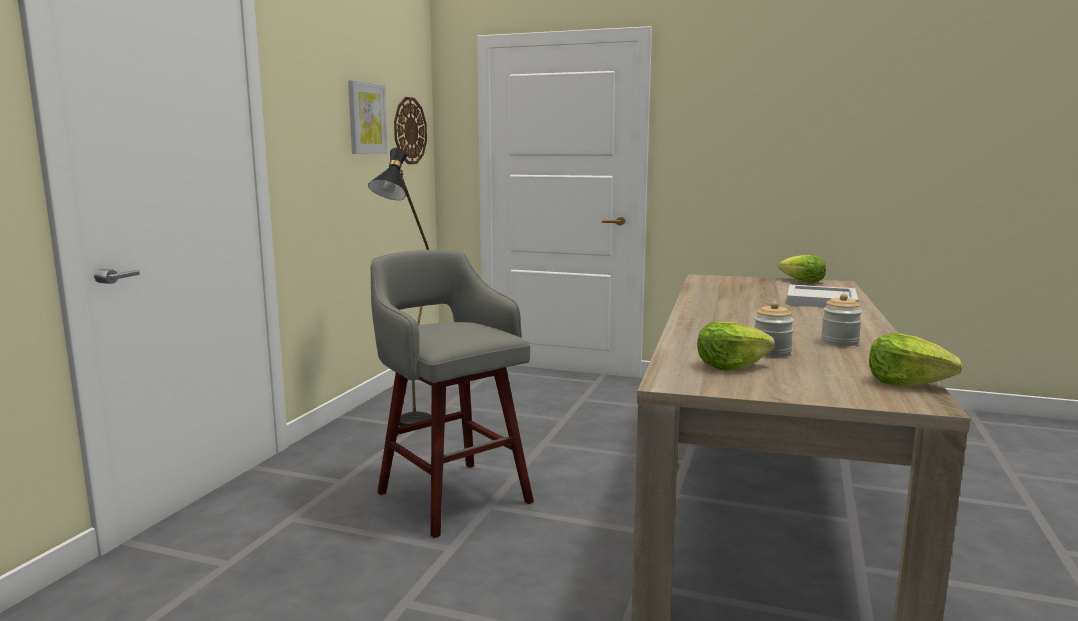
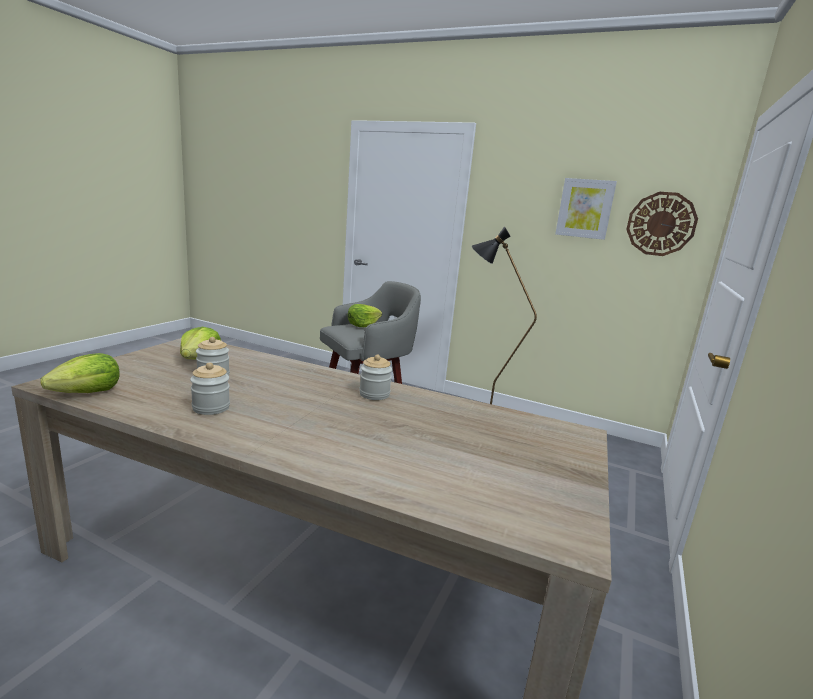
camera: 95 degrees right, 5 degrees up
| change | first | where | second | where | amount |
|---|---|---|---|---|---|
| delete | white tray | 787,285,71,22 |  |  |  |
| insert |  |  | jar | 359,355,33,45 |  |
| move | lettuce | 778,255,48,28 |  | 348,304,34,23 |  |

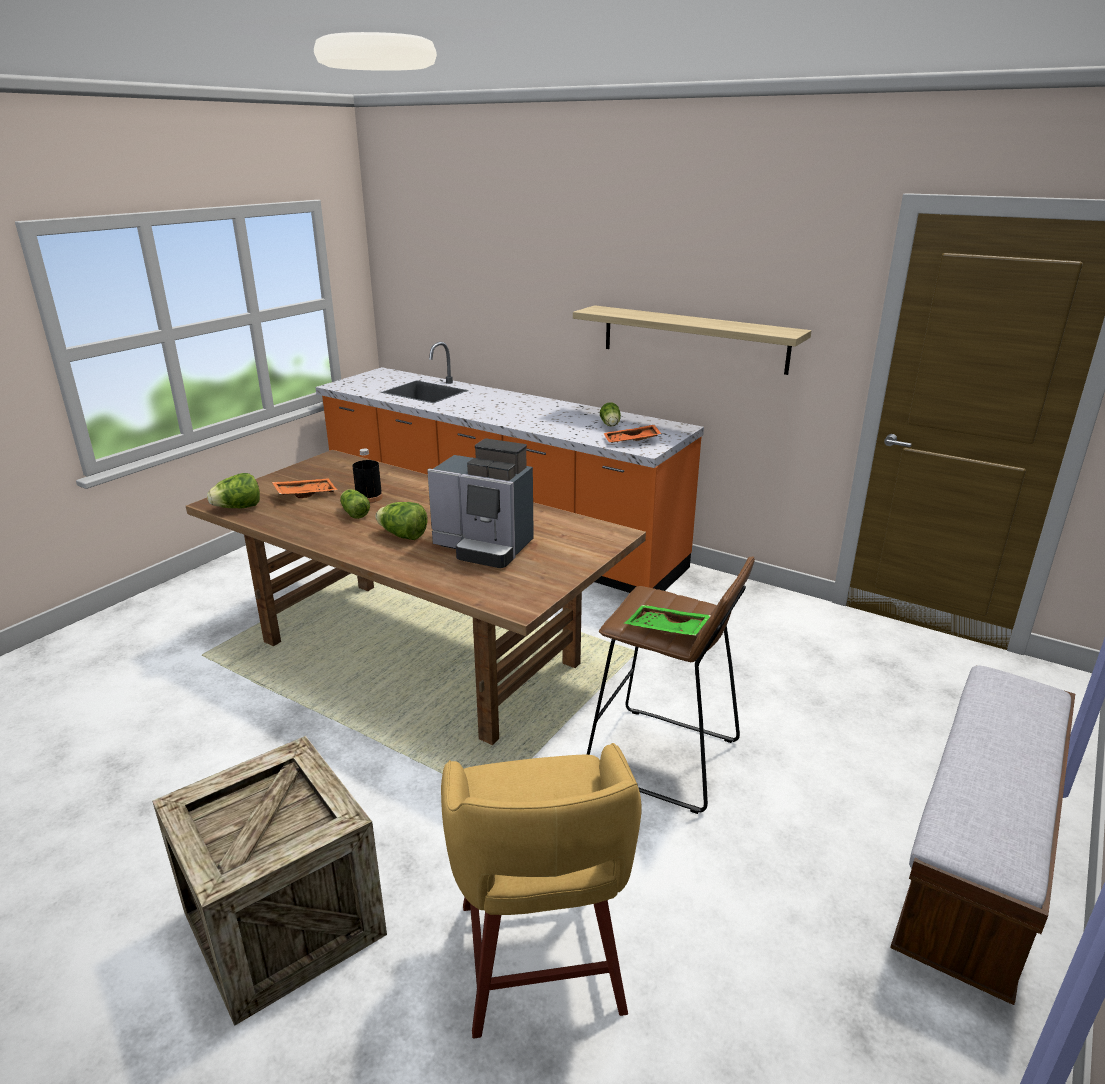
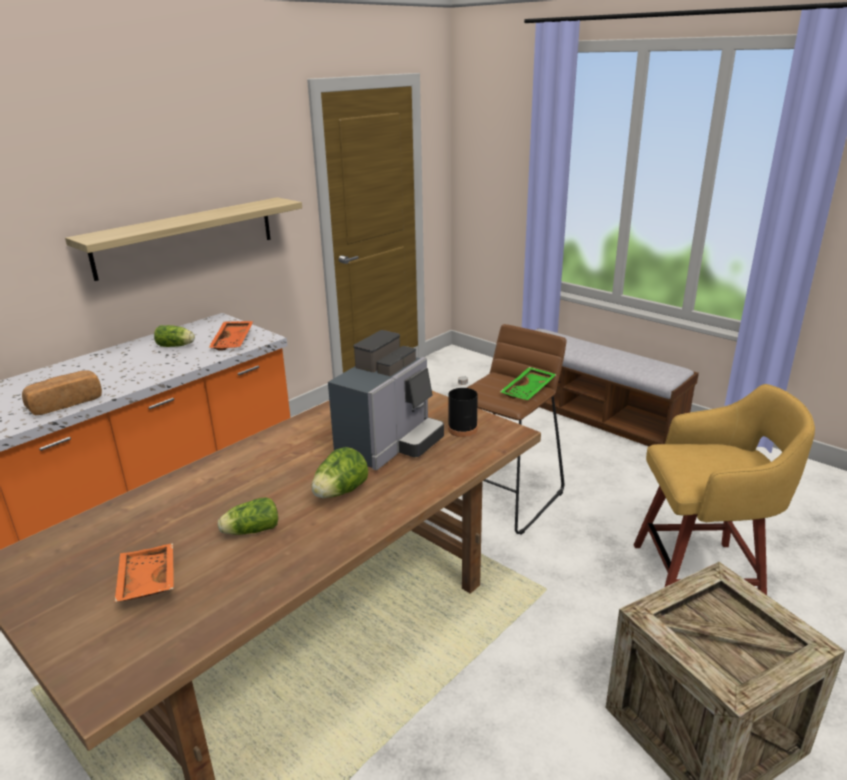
camera: 80 degrees left, 0 degrees up
| change | first | where | second | where | amount |
|---|---|---|---|---|---|
| delete | lettuce | 207,473,53,36 |  |  |  |
| insert |  |  | bread | 22,370,80,45 |  |
| move | black bottle | 352,449,31,54 |  | 448,376,30,61 |  |

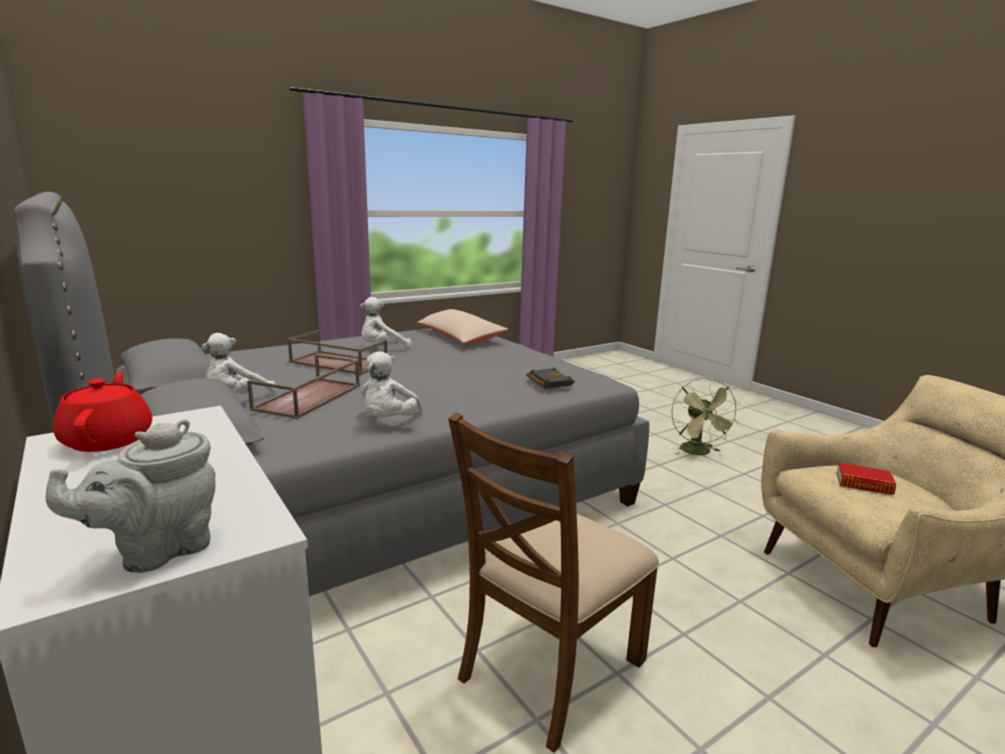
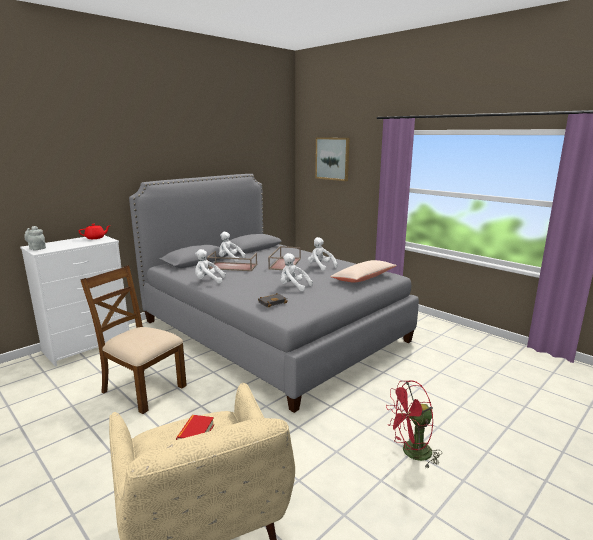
camera: 80 degrees right, 0 degrees up
| change | first | where | second | where | amount |
|---|---|---|---|---|---|
| insert |  |  | white plush toy | 281,253,32,39 |  |
| insert |  |  | picture | 315,137,34,44 |  |
| recolor | green fan | 671,378,69,77 | red fan | 386,380,56,88 |  |

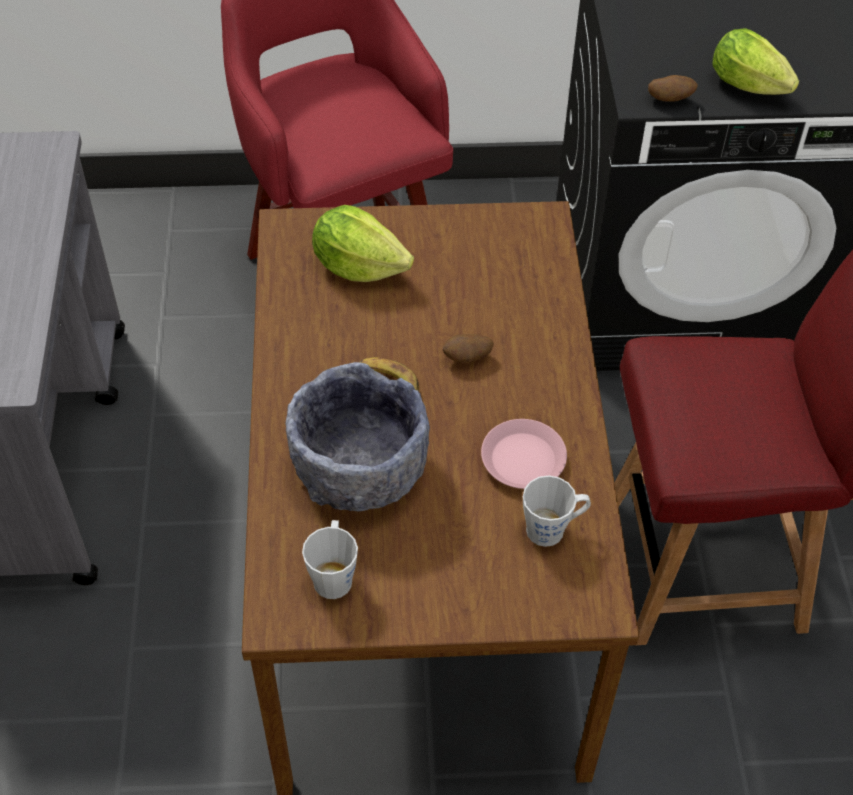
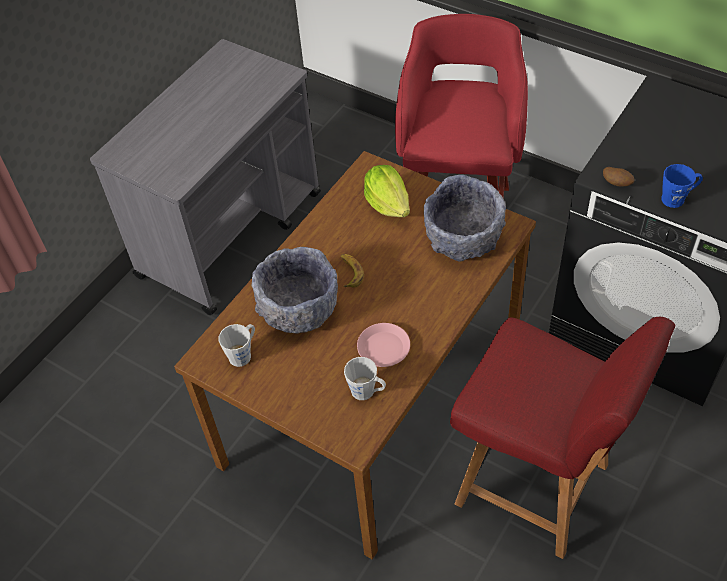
camera: 40 degrees right, 0 degrees up
| change | first | where | second | where | amount |
|---|---|---|---|---|---|
| delete | potato | 443,334,51,29 |  |  |  |
| insert |  |  | grey bowl | 424,175,82,87 |  |
| replace | lettuce | 713,28,86,67 | blue mug | 661,164,42,44 |  |

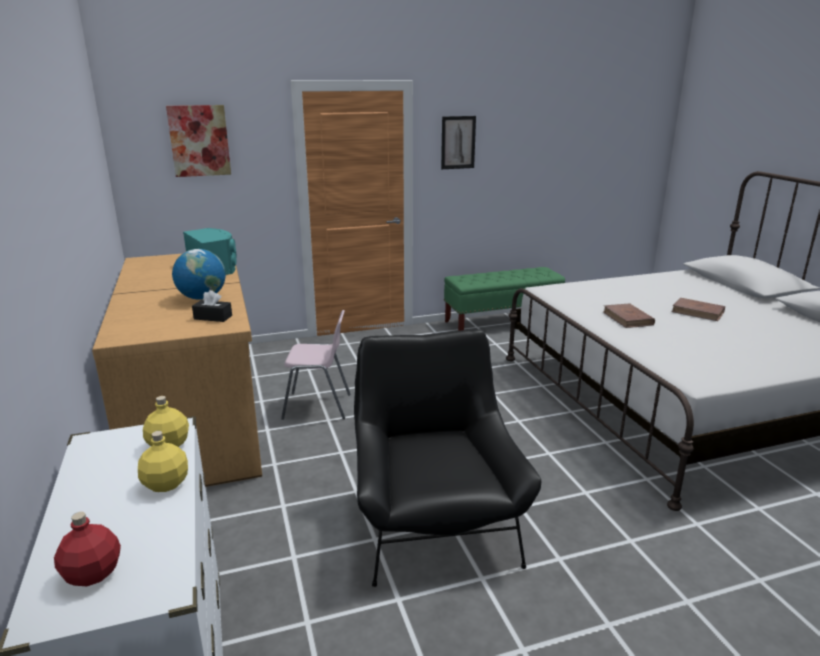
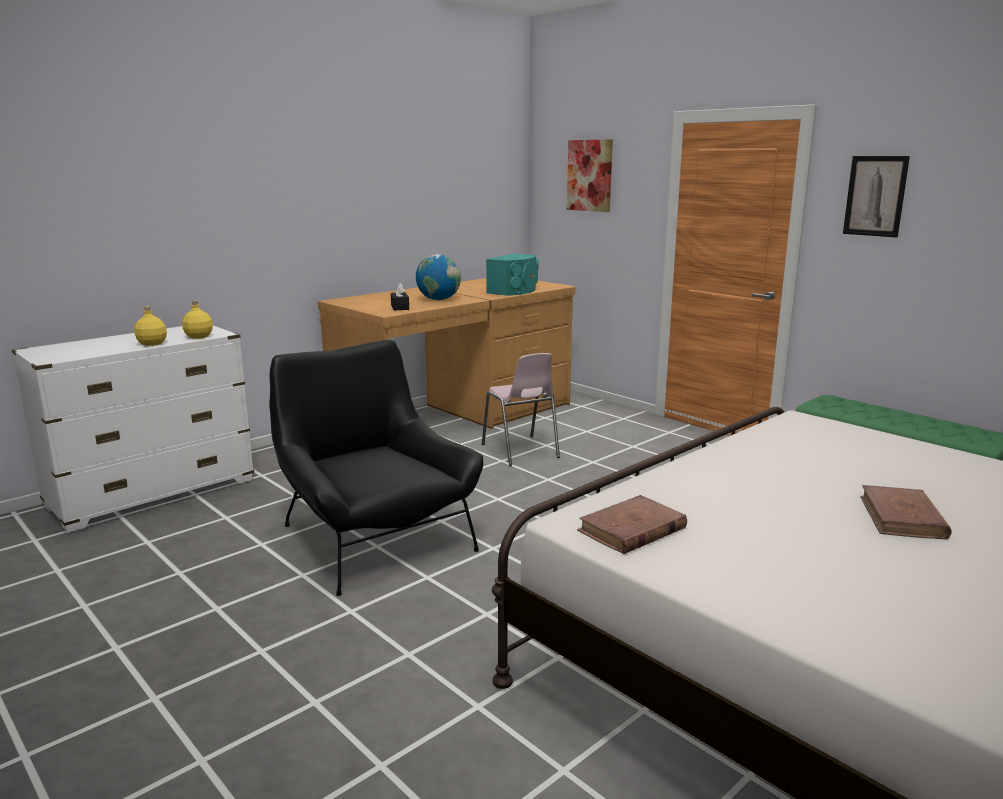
camera: 65 degrees right, 5 degrees down
| change | first | where | second | where | amount |
|---|---|---|---|---|---|
| delete | red bottle | 54,512,67,74 |  |  |  |
| move | brown book | 603,303,52,25 |  | 577,495,110,59 |  |
| rotate | black armchair | 354,329,187,258 |  | 269,339,214,257 | 90 degrees counterclockwise |

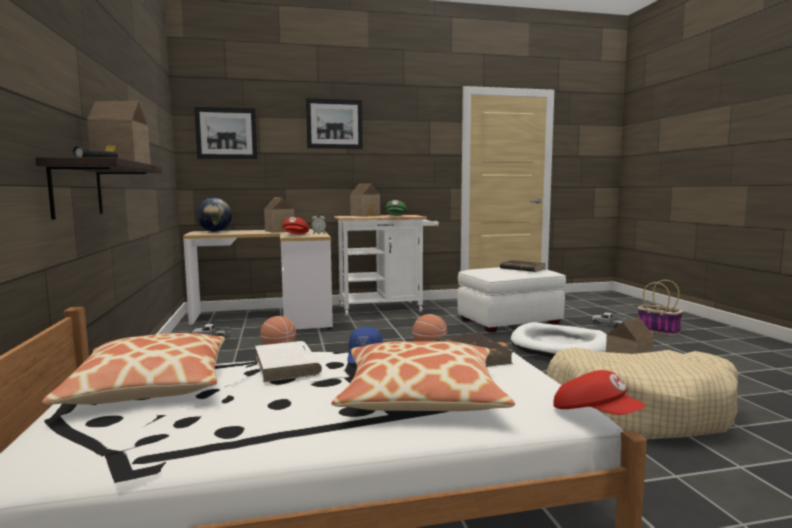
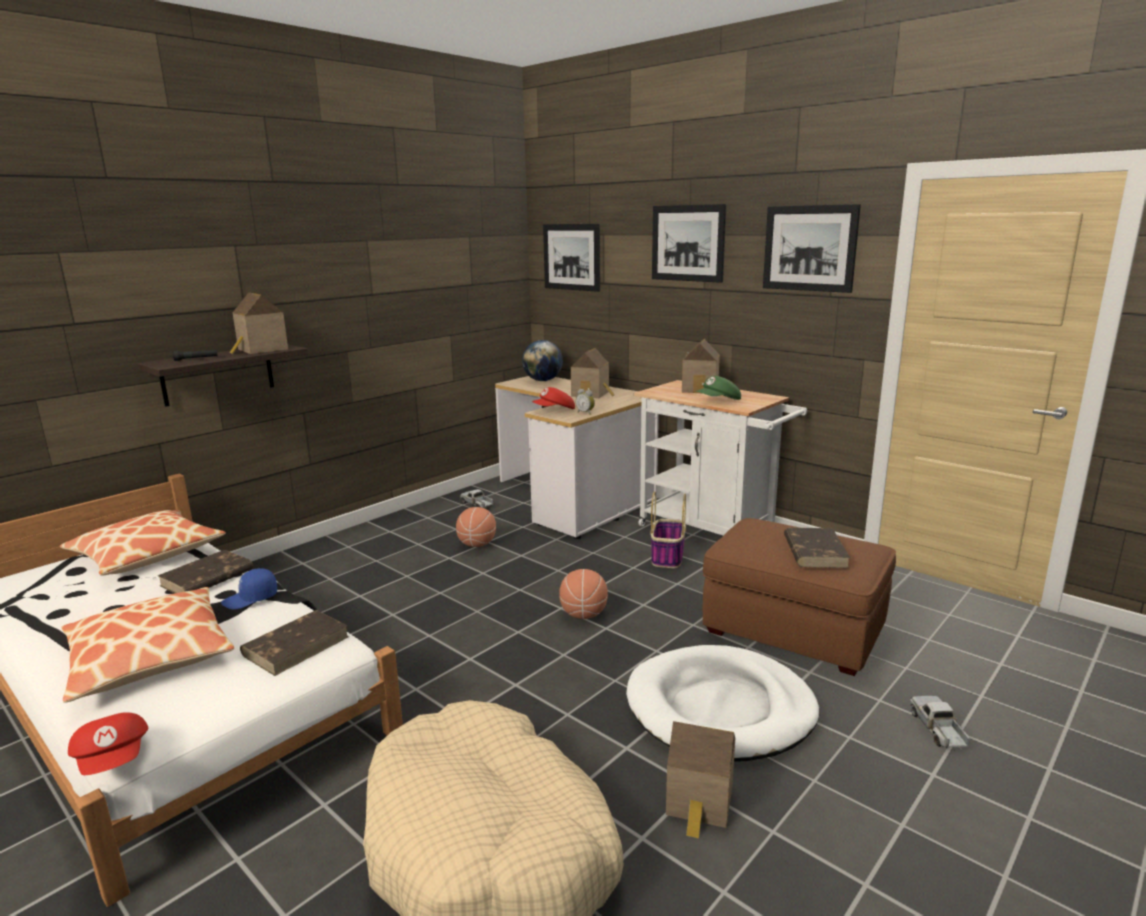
camera: 55 degrees right, 10 degrees up
| change | first | where | second | where | amount |
|---|---|---|---|---|---|
| insert |  |  | picture | 763,204,98,89 |  |
| move | basket | 638,280,45,55 |  | 650,491,36,77 |  |
| recolor | white book | 255,341,67,41 | brown book | 158,550,95,43 |  |
| recolor | white ottoman | 458,267,108,65 | brown ottoman | 703,518,193,158 |  |
| rotate | red cap | 553,370,93,45 |  | 68,712,80,63 | 45 degrees counterclockwise |

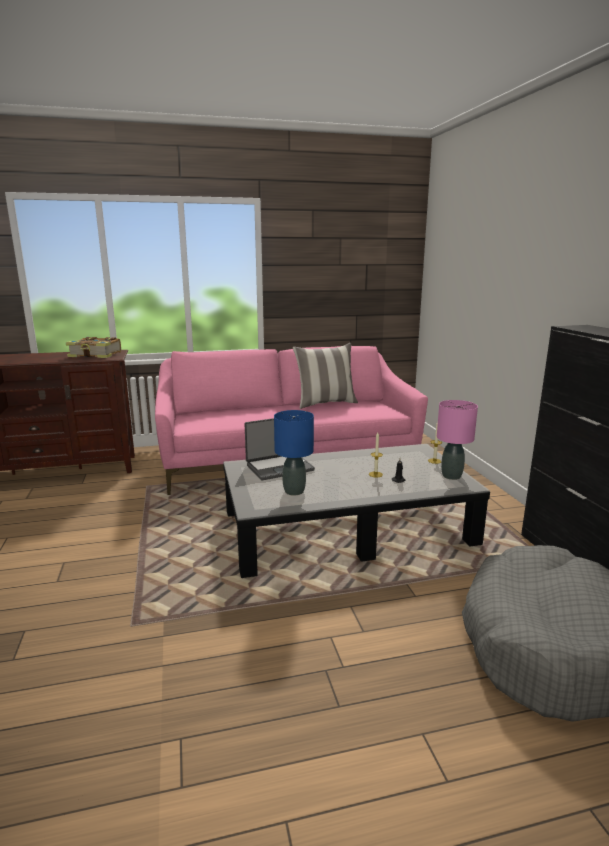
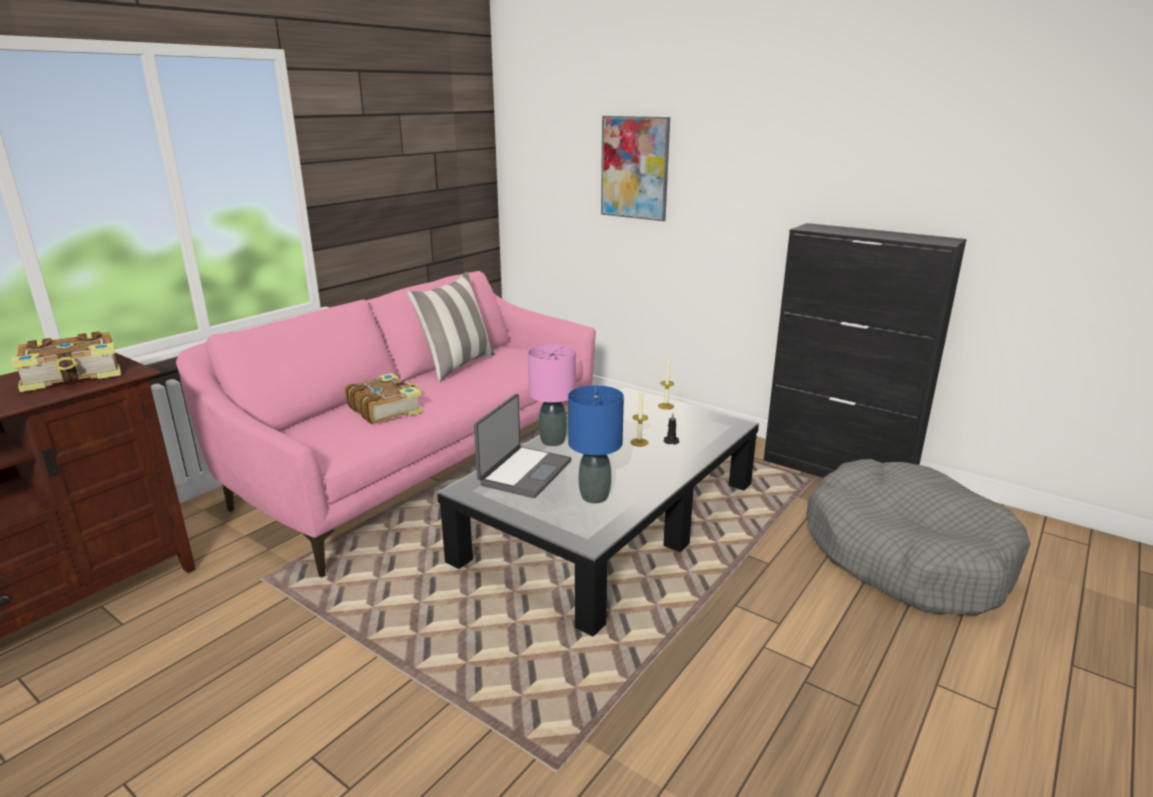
camera: 40 degrees left, 5 degrees up
| change | first | where | second | where | amount |
|---|---|---|---|---|---|
| insert |  |  | book | 345,373,78,51 |  |
| insert |  |  | picture | 601,116,69,105 |  |
| move | pink table lamp | 437,400,41,80 |  | 528,344,48,102 |  |

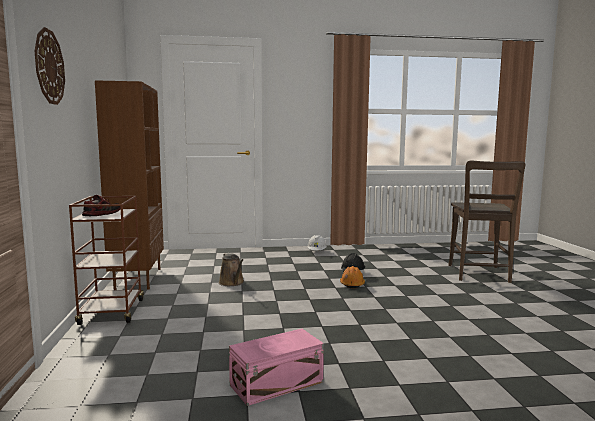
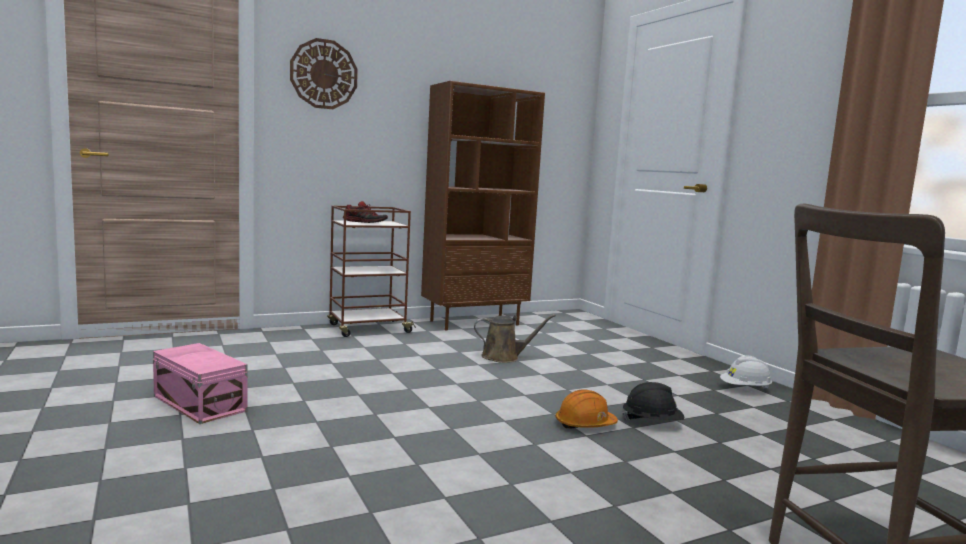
camera: 70 degrees right, 0 degrees up
| change | first | where | second | where | amount |
|---|---|---|---|---|---|
| rotate | brown watering can | 219,253,25,33 |  | 474,314,82,49 | 135 degrees counterclockwise |

